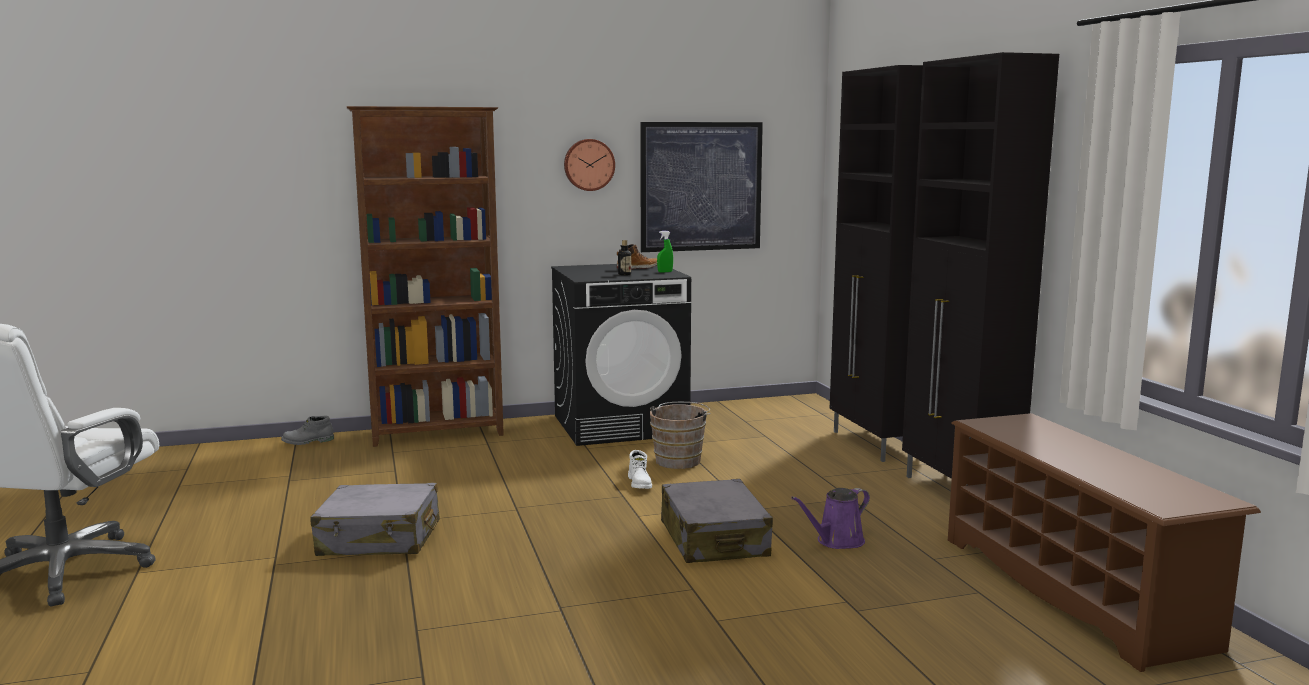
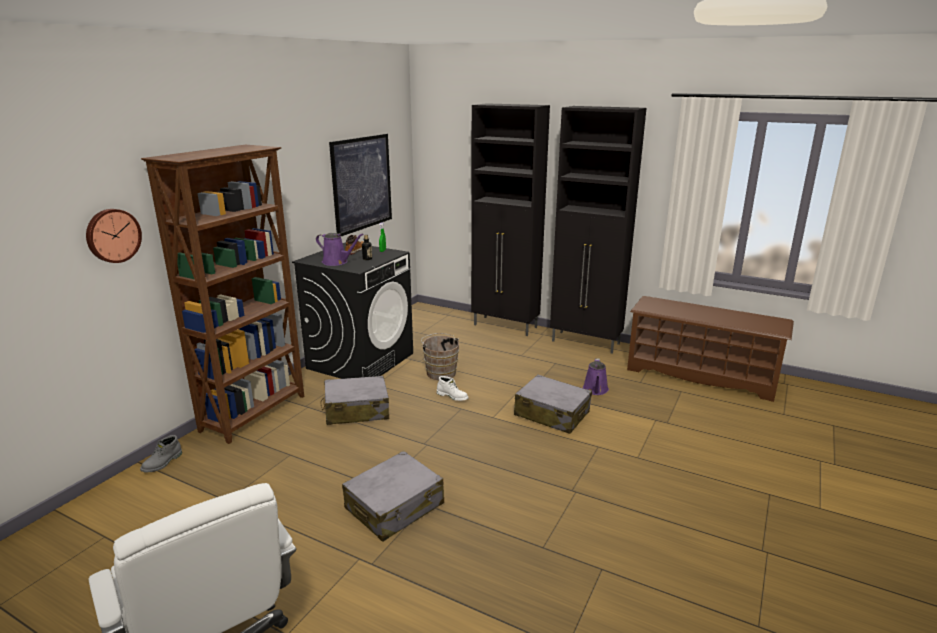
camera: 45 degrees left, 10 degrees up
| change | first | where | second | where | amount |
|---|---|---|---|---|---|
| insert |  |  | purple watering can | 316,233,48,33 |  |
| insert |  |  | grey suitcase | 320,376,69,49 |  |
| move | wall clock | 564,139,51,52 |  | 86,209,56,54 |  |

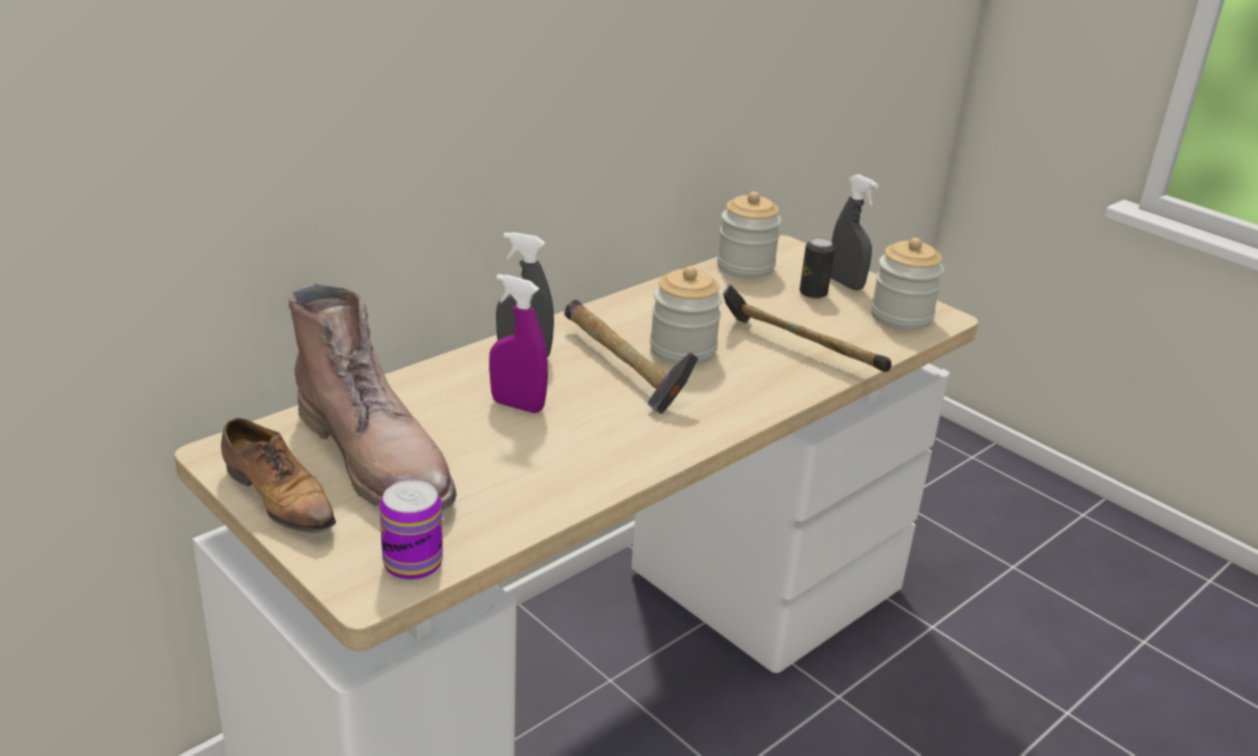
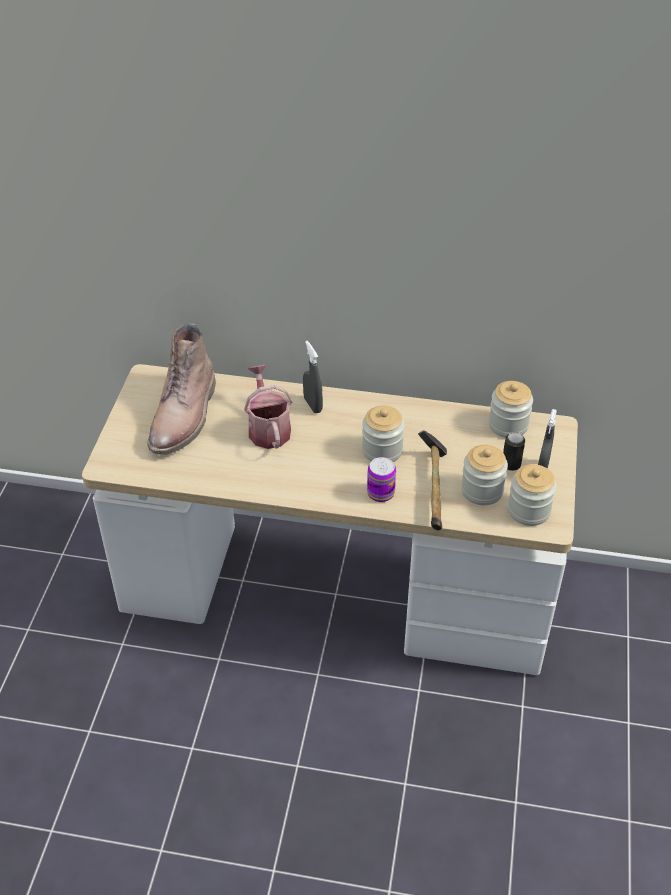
camera: 55 degrees right, 15 degrees up
| change | first | where | second | where | amount |
|---|---|---|---|---|---|
| delete | shoe | 221,418,115,117 |  |  |  |
| delete | hammer | 564,300,134,114 |  |  |  |
| insert |  |  | jar | 461,445,47,60 |  |
| move | can | 379,480,64,101 |  | 367,457,29,45 |  |
| replace | purple spray bottle | 489,274,59,139 | watering can | 244,365,48,84 |  |

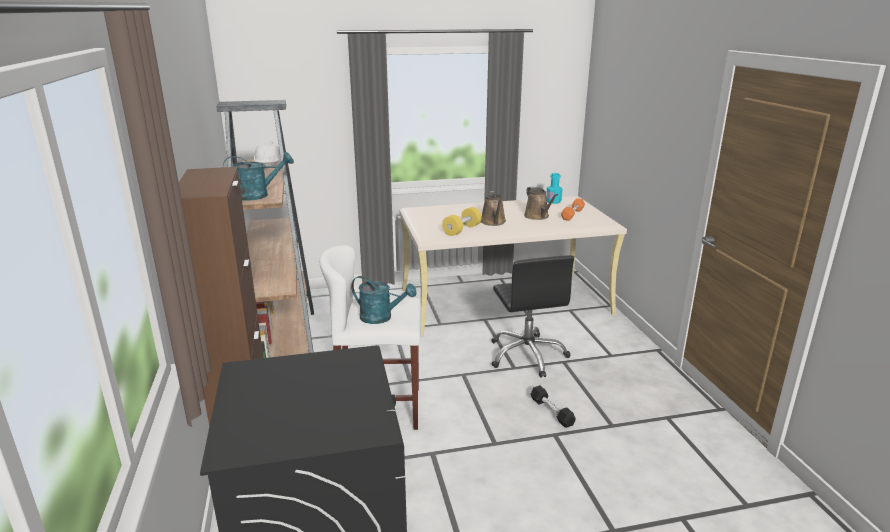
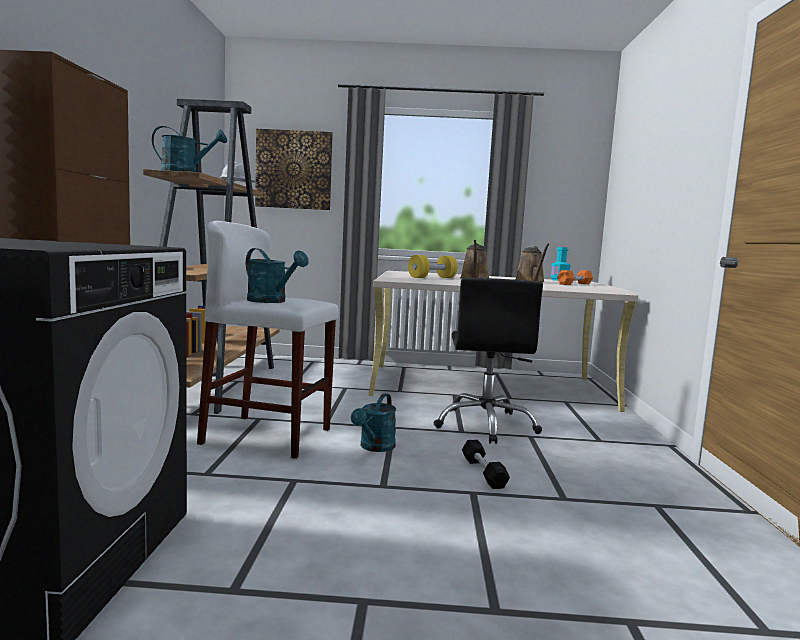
camera: 15 degrees right, 15 degrees down
| change | first | where | second | where | amount |
|---|---|---|---|---|---|
| insert |  |  | picture | 255,129,78,81 |  |
| insert |  |  | turquoise watering can | 351,393,45,59 |  |

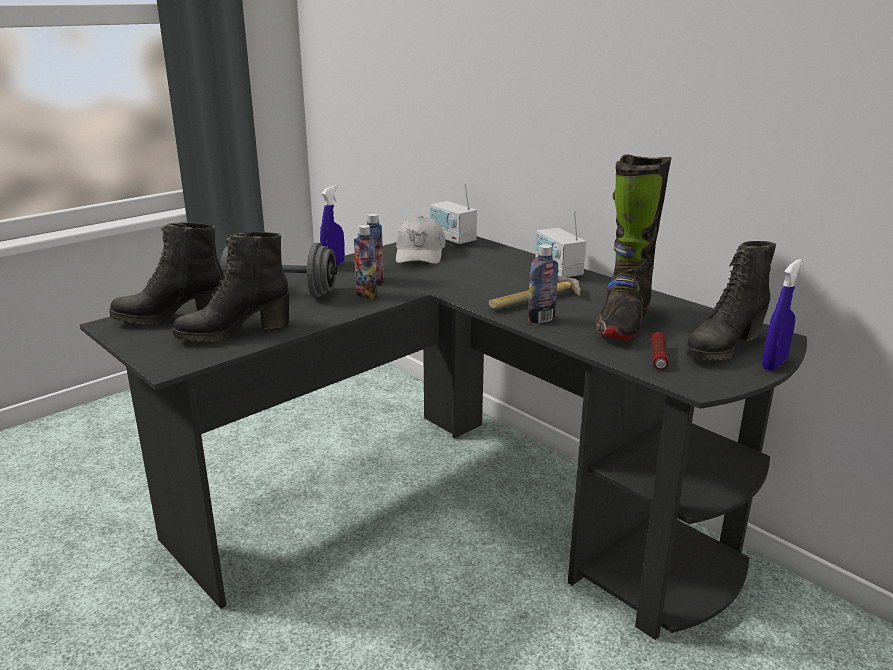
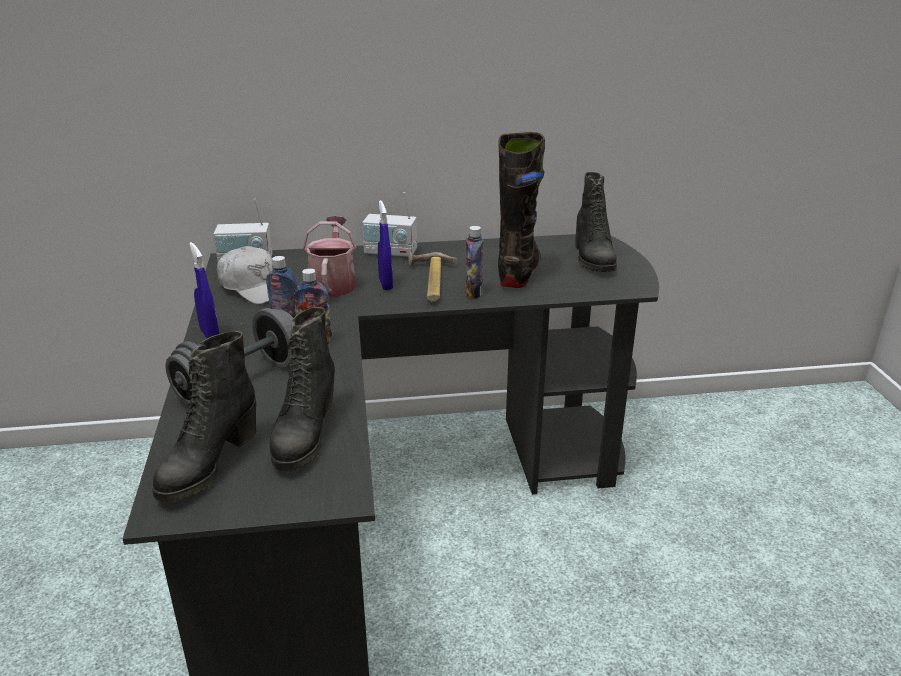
camera: 55 degrees left, 5 degrees up
| change | first | where | second | where | amount |
|---|---|---|---|---|---|
| delete | flashlight | 651,332,17,37 |  |  |  |
| insert |  |  | watering can | 303,216,53,81 |  |
| move | blue spray bottle | 762,259,40,112 |  | 378,200,15,90 |  |
| rotate | black boot | 595,154,76,186 |  | 498,132,47,156 | 135 degrees counterclockwise |

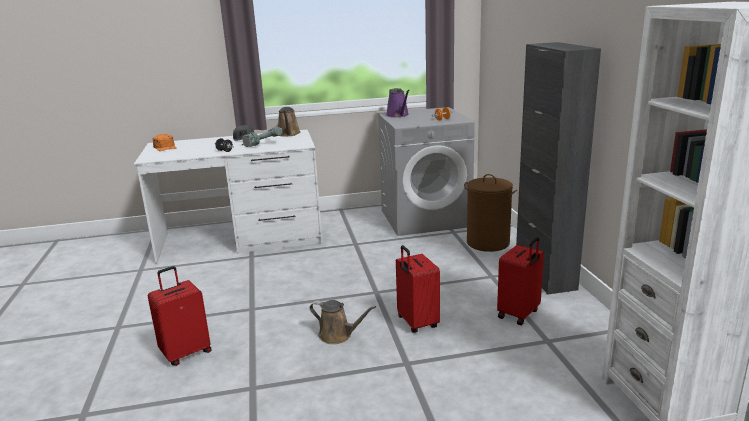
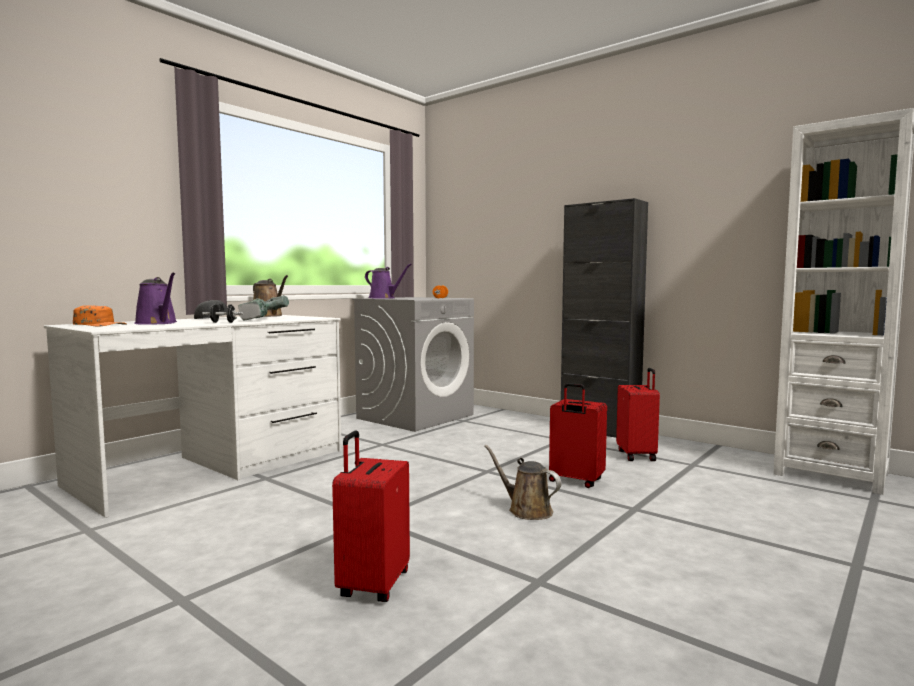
camera: 40 degrees left, 15 degrees down
| change | first | where | second | where | amount |
|---|---|---|---|---|---|
| delete | brown laundry basket | 464,174,53,78 |  |  |  |
| insert |  |  | purple watering can | 134,273,43,52 |  |
| rotate | brown watering can | 310,300,66,44 |  | 484,445,78,75 | 120 degrees counterclockwise |

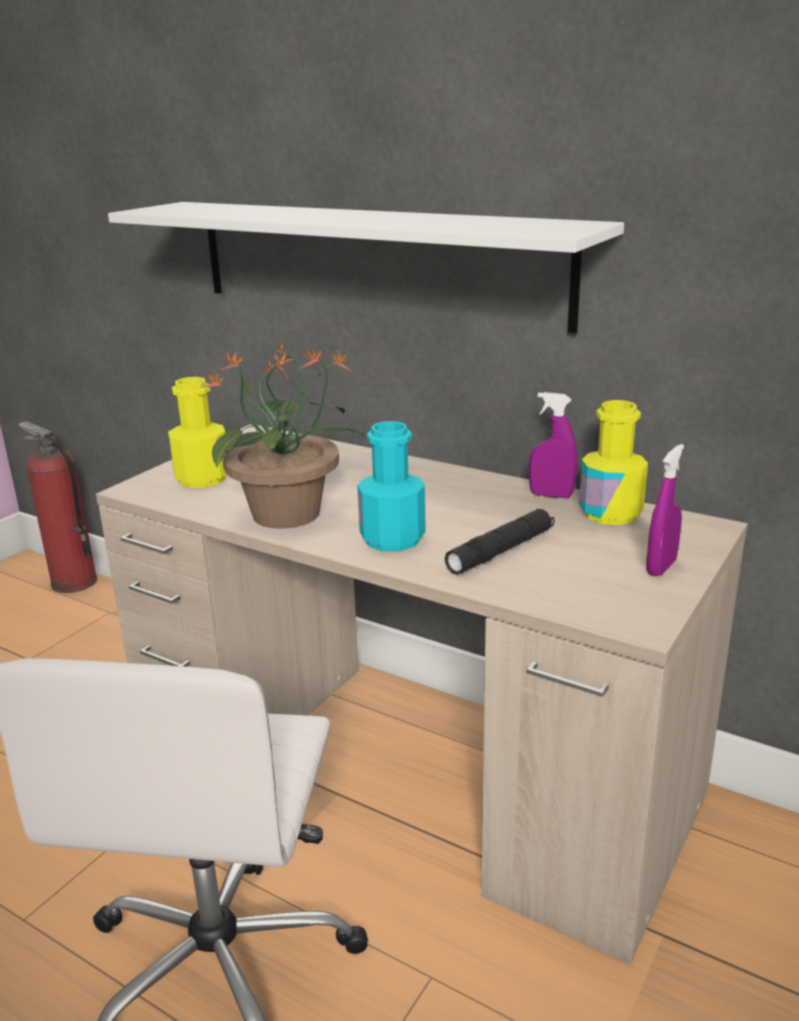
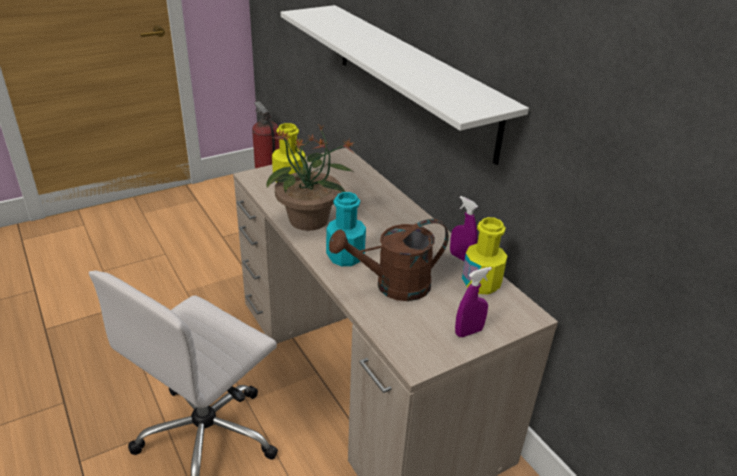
camera: 25 degrees right, 10 degrees up
| change | first | where | second | where | amount |
|---|---|---|---|---|---|
| replace | black flashlight | 445,509,110,66 | brown watering can | 329,219,120,82 |  |

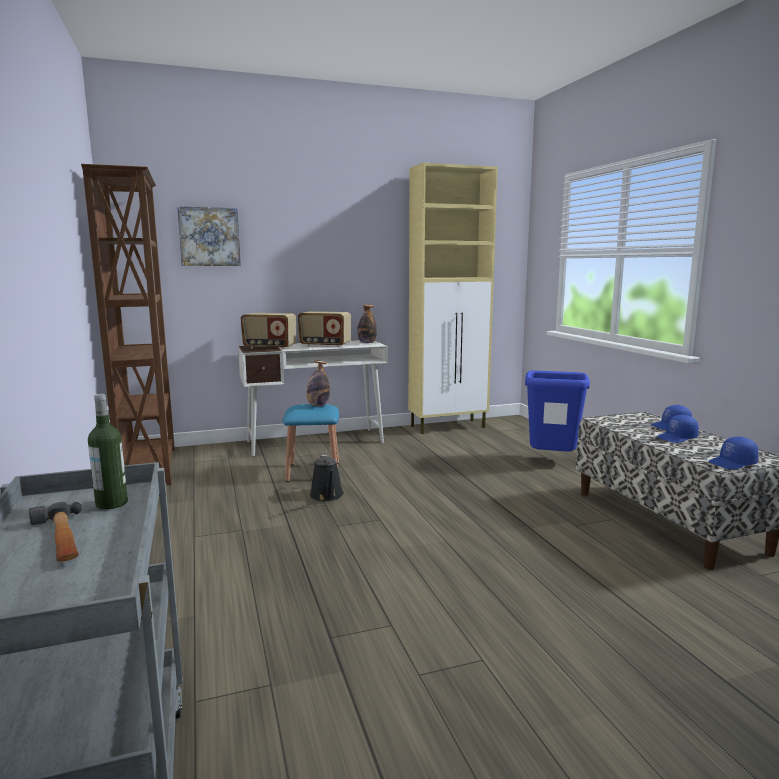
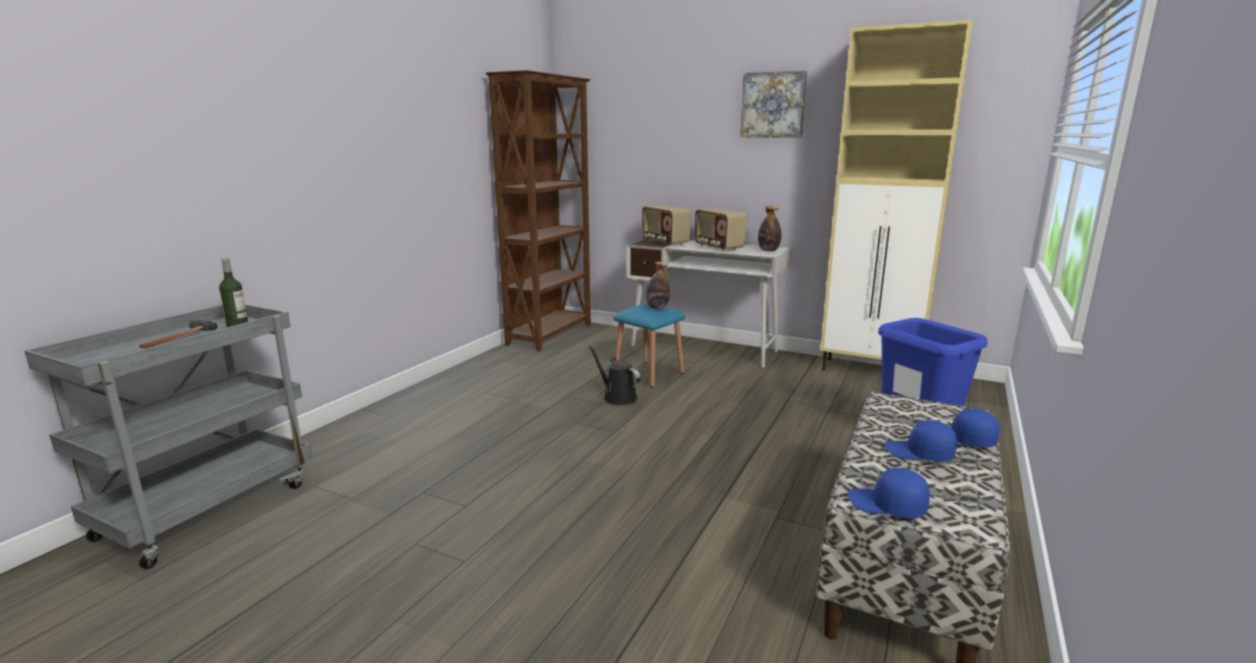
camera: 45 degrees right, 5 degrees up
| change | first | where | second | where | amount |
|---|---|---|---|---|---|
| move | picture | 177,206,64,60 |  | 740,70,67,68 |  |
| rotate | black watering can | 310,454,34,47 |  | 588,346,53,59 | 105 degrees clockwise |

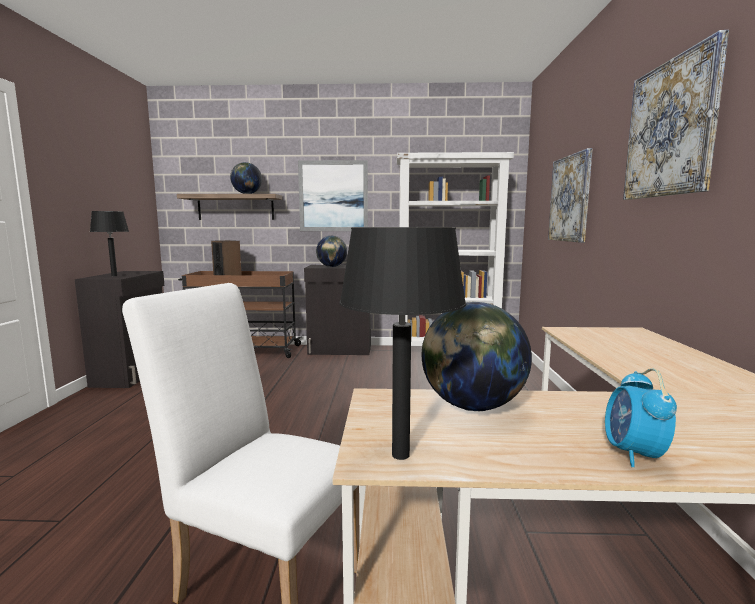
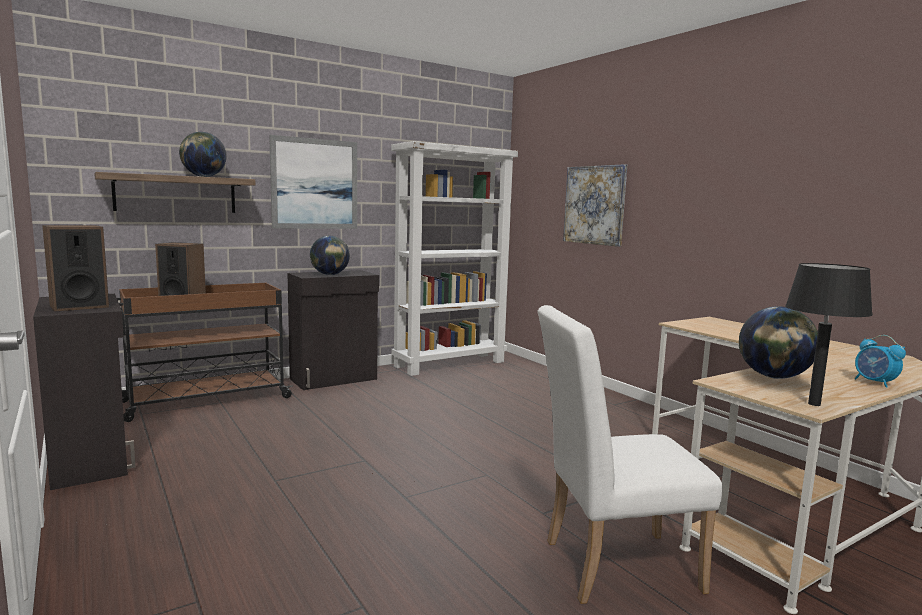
camera: 35 degrees left, 0 degrees up
| change | first | where | second | where | amount |
|---|---|---|---|---|---|
| delete | picture | 623,30,106,170 |  |  |  |
| replace | black table lamp | 90,211,39,65 | speaker | 42,225,67,87 |  |

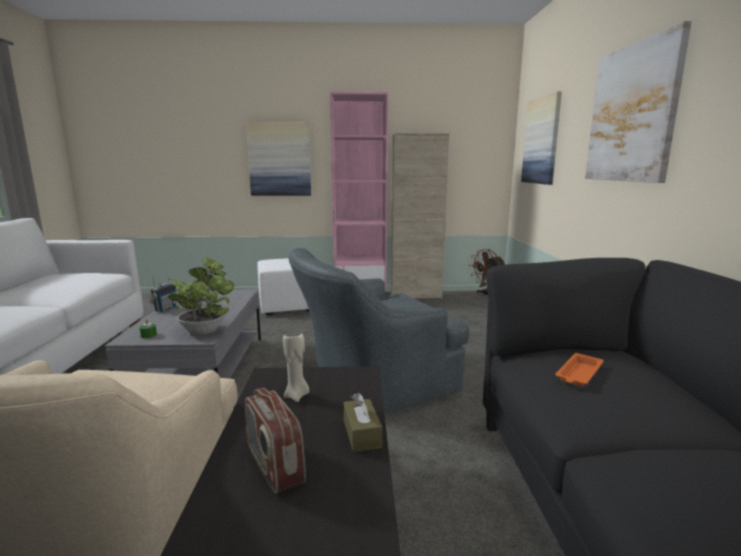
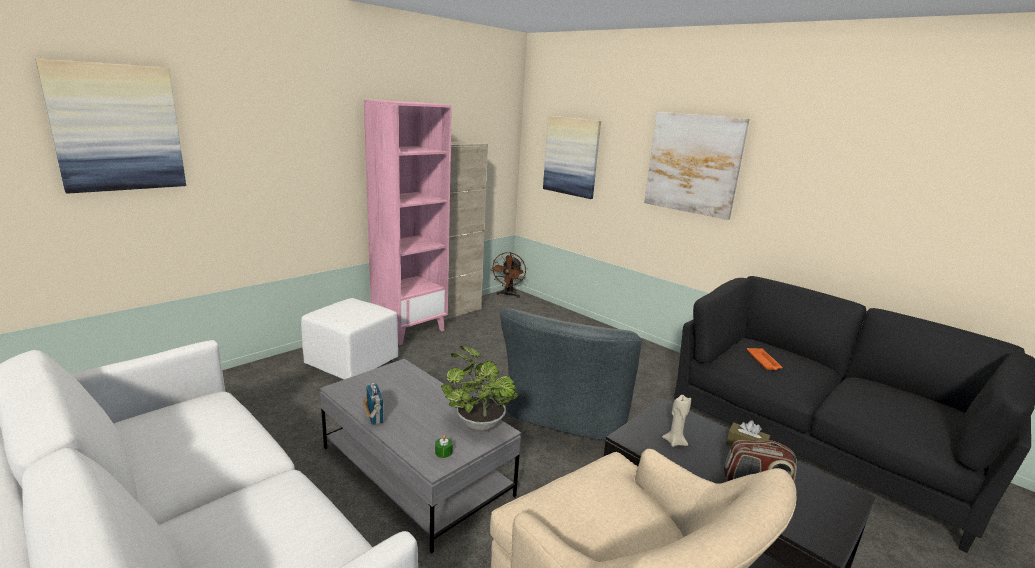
camera: 45 degrees left, 5 degrees up
| change | first | where | second | where | amount |
|---|---|---|---|---|---|
| move | picture | 246,122,65,74 |  | 35,58,151,136 |  |

